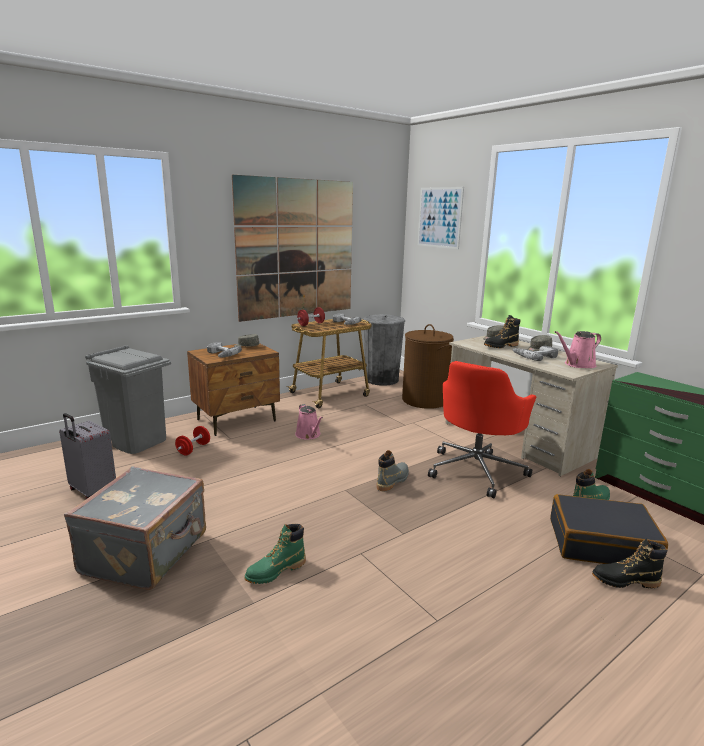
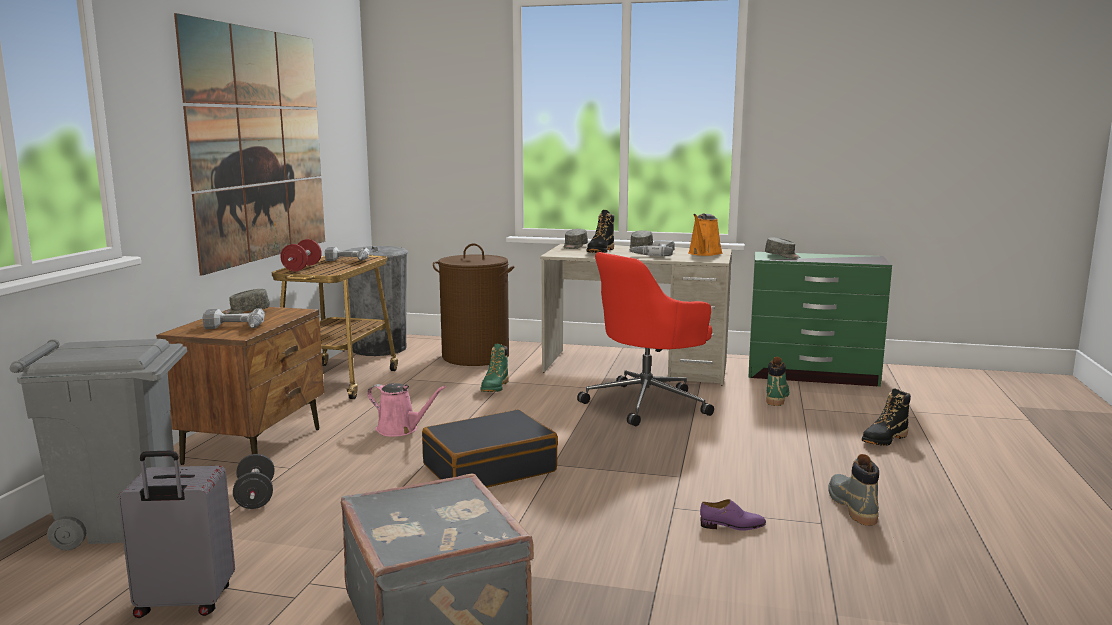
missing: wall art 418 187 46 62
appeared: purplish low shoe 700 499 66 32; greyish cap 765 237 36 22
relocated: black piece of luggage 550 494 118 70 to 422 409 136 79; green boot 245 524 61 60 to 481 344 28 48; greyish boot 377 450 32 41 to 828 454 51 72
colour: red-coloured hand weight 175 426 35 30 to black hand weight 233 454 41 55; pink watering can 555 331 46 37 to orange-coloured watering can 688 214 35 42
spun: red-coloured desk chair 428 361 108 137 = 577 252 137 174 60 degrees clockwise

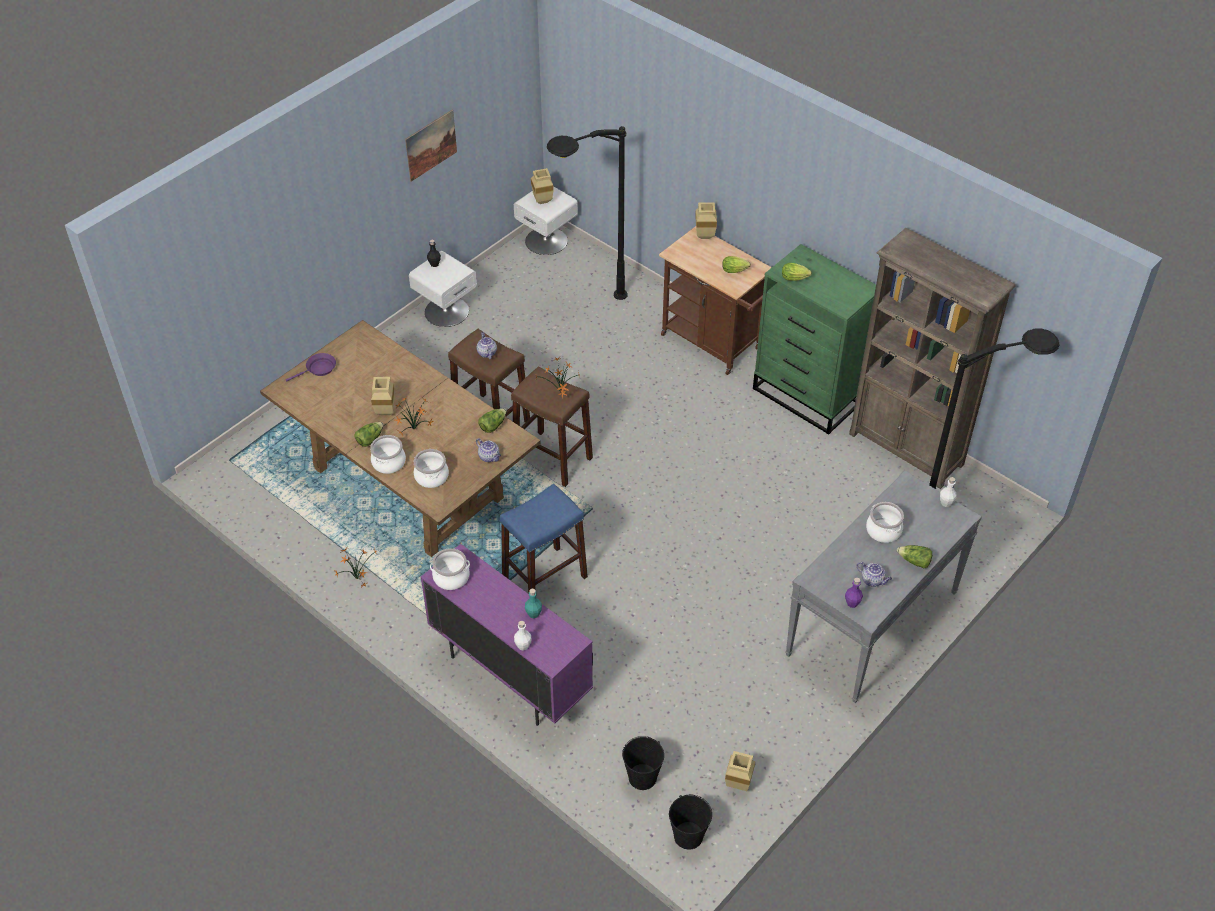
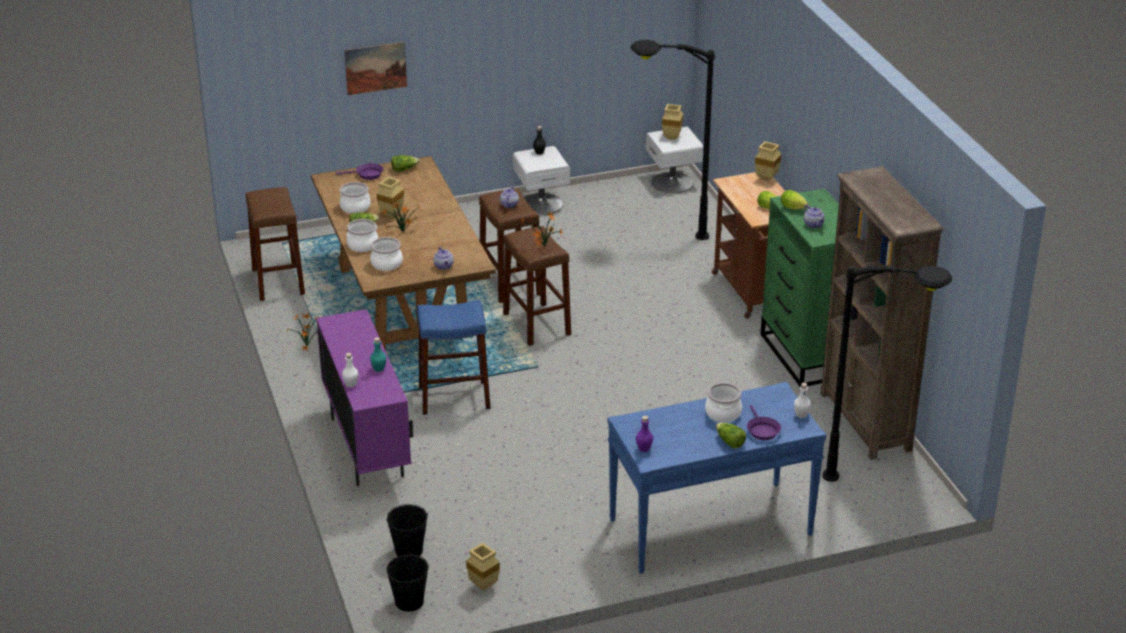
appeared: brown sitting stool 246 187 59 114; purplish frying pan 747 405 34 35
relocated: saucepot 430 548 40 42 to 340 182 31 32; wall art 405 110 52 72 to 344 42 63 53; head of lettuce 478 408 28 25 to 391 155 28 17; teapot 857 562 35 25 to 804 205 21 23
colour: greyish narrow table 786 470 196 233 to blue narrow table 608 382 218 192

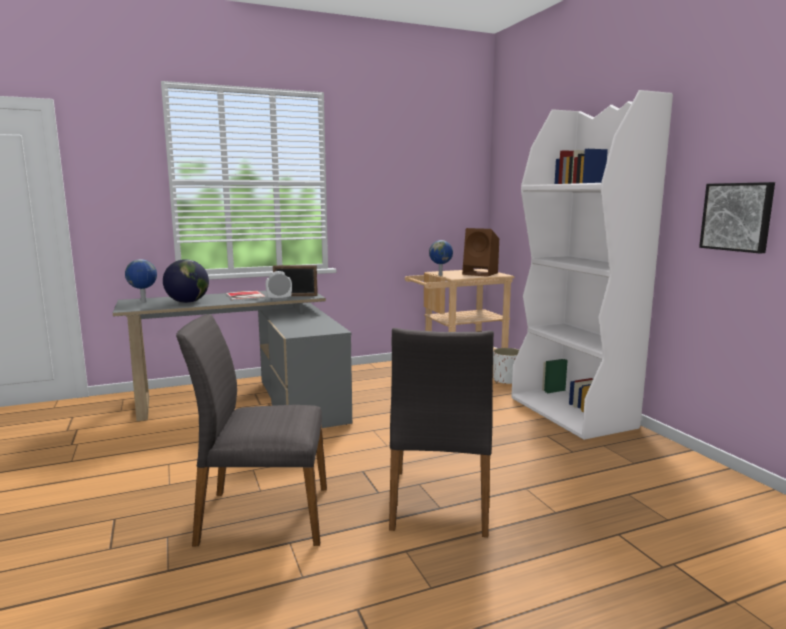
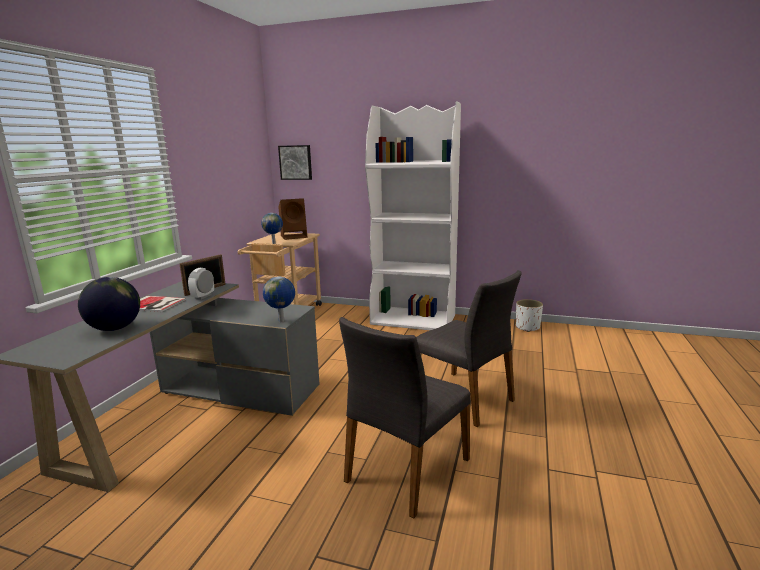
relocated: world globe 125 259 32 44 to 263 277 32 45; wall art 699 182 76 71 to 278 145 34 35; white-coloured plant pot 493 348 26 36 to 516 299 27 33

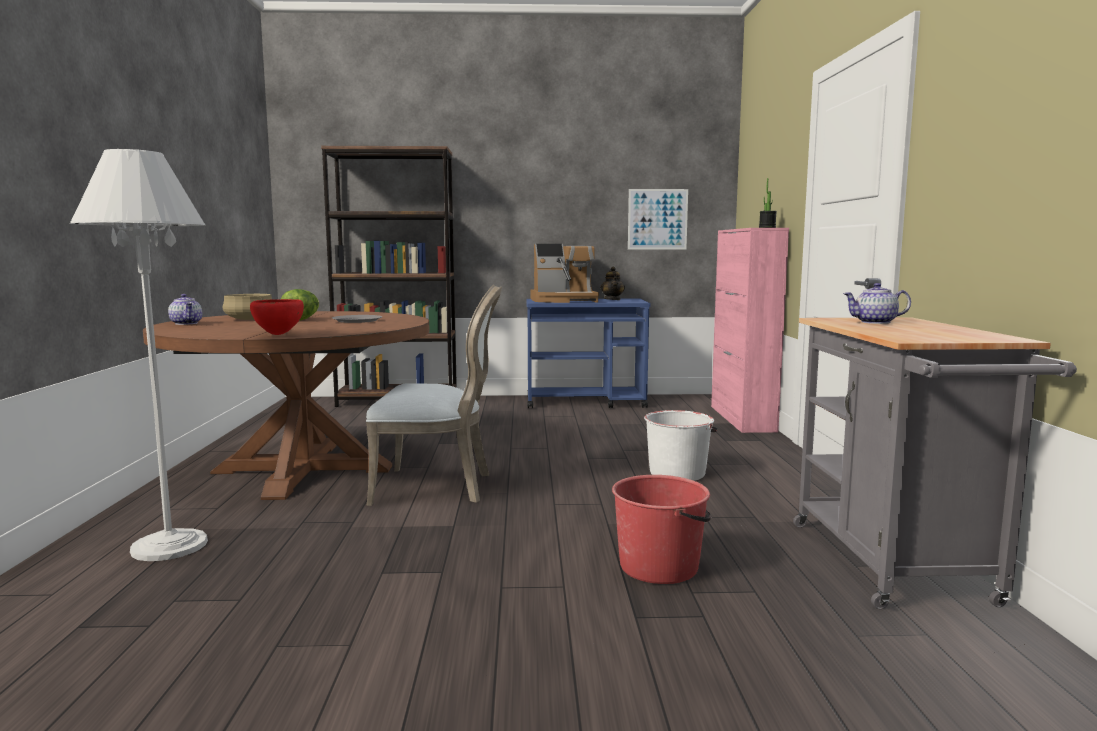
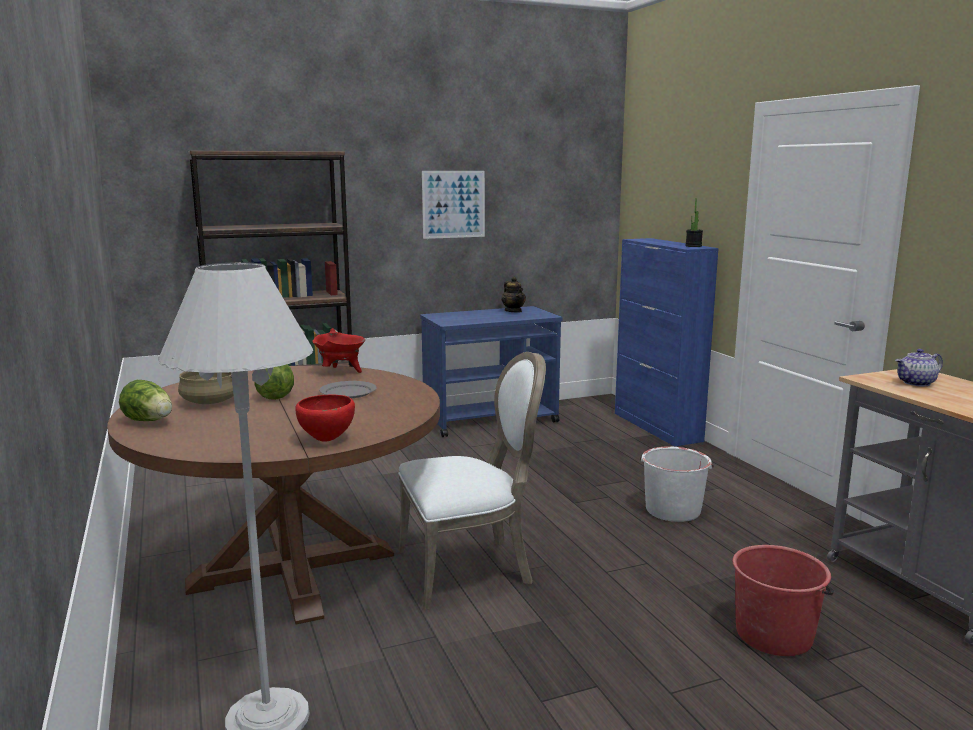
missing: coffee brewer 531 244 68 59
appeared: red-coloured saucepot 312 328 53 45
relocated: wall art 628 189 60 61 to 422 171 63 68
exchanged: teapot 168 294 34 31 to head of lettuce 119 380 53 41
colour: pink storage cabinet 711 228 78 205 to blue storage cabinet 615 238 104 209

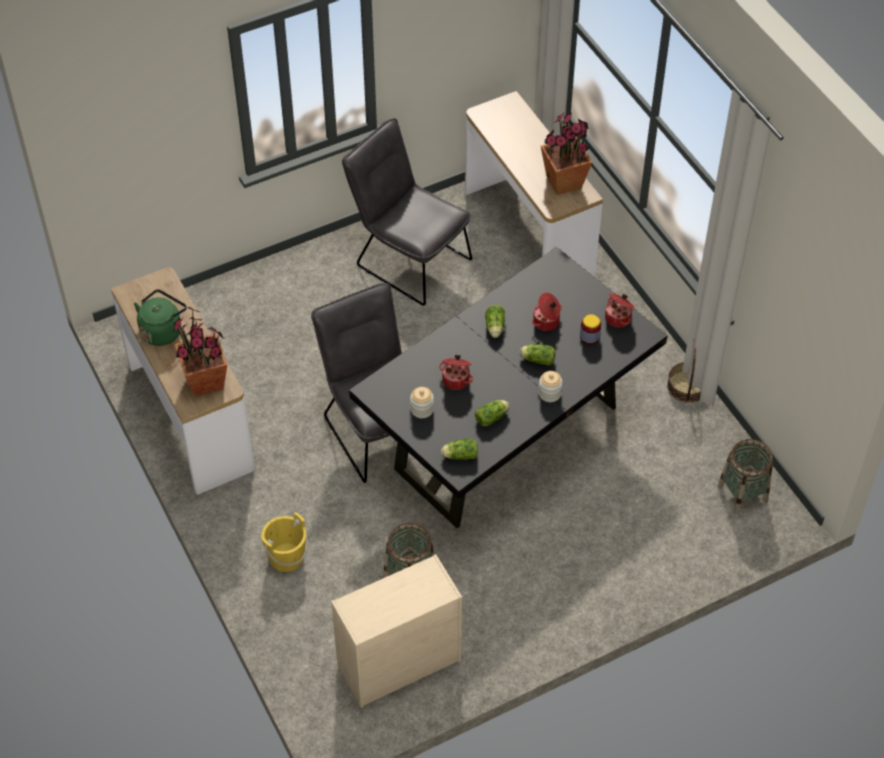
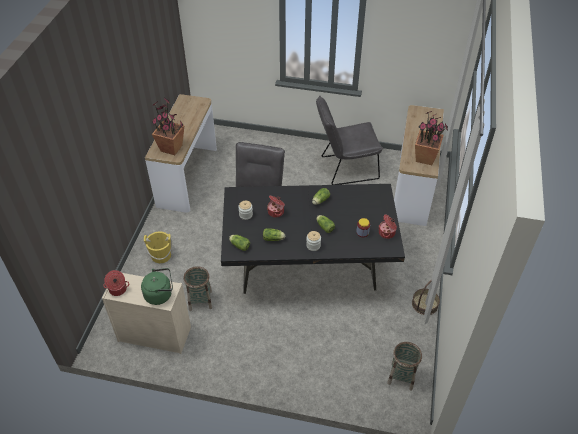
relocated: saucepot 532 292 30 39 to 103 270 26 26; green kettle 134 289 53 57 to 141 268 32 37
spun: greyish upright chair 342 118 130 188 = 316 96 67 89 90 degrees counterclockwise

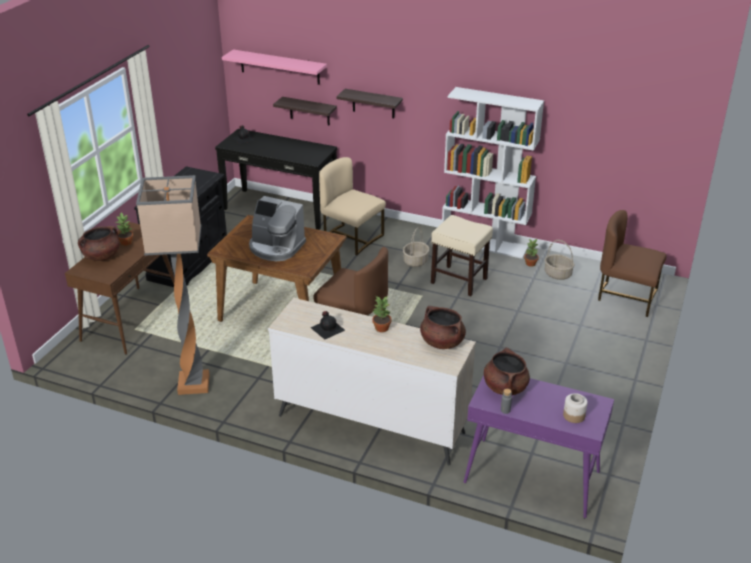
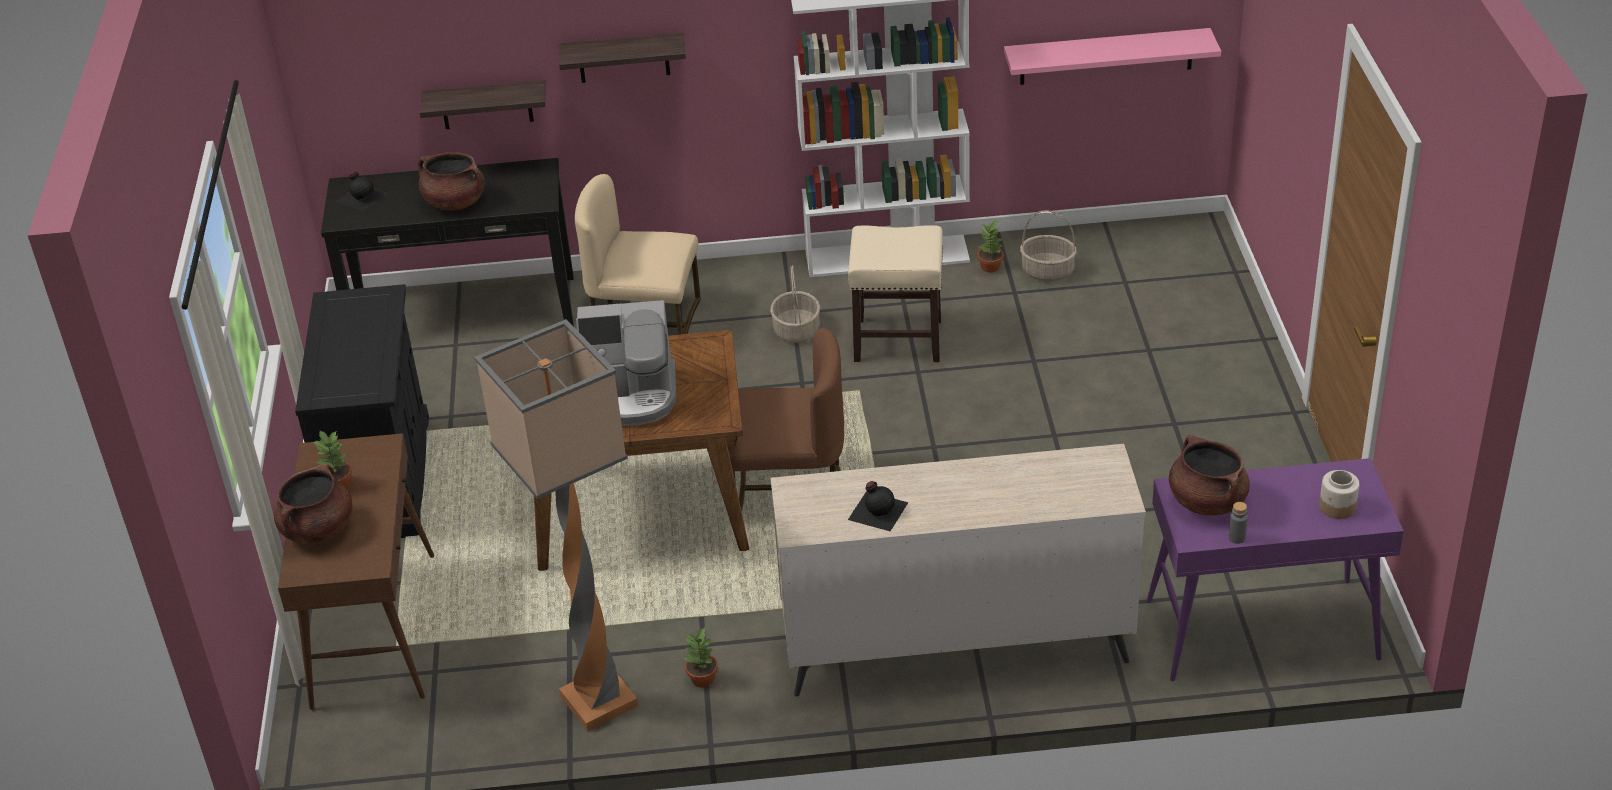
missing: brown upright chair 598 210 69 107
relocated: brown saucepot 420 306 46 43 to 418 152 67 59; houseplant 373 297 18 35 to 684 628 34 60; pink bracket shelf 222 50 105 35 to 1004 28 217 57

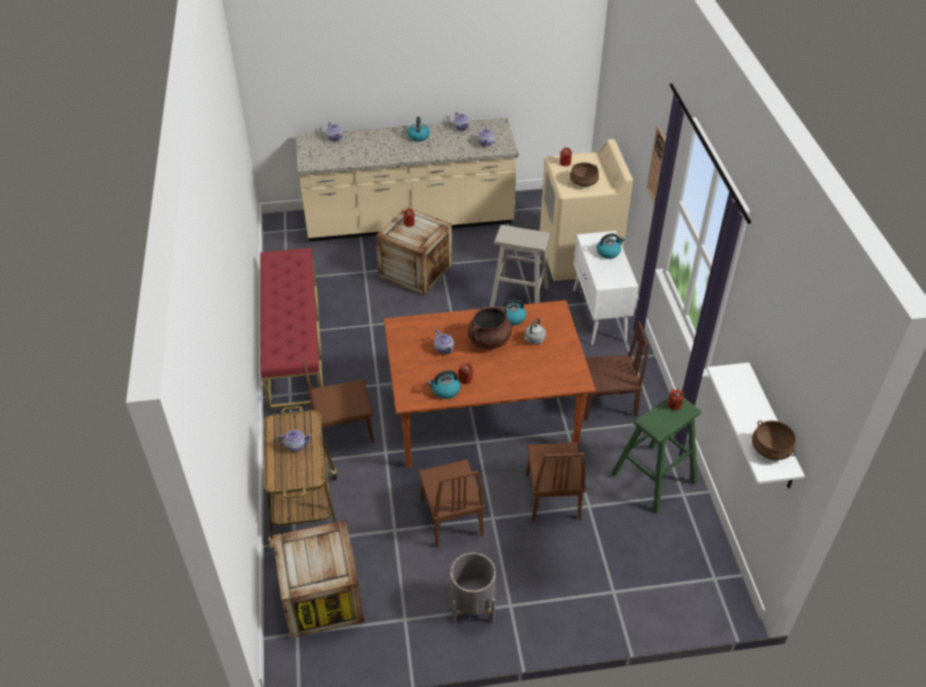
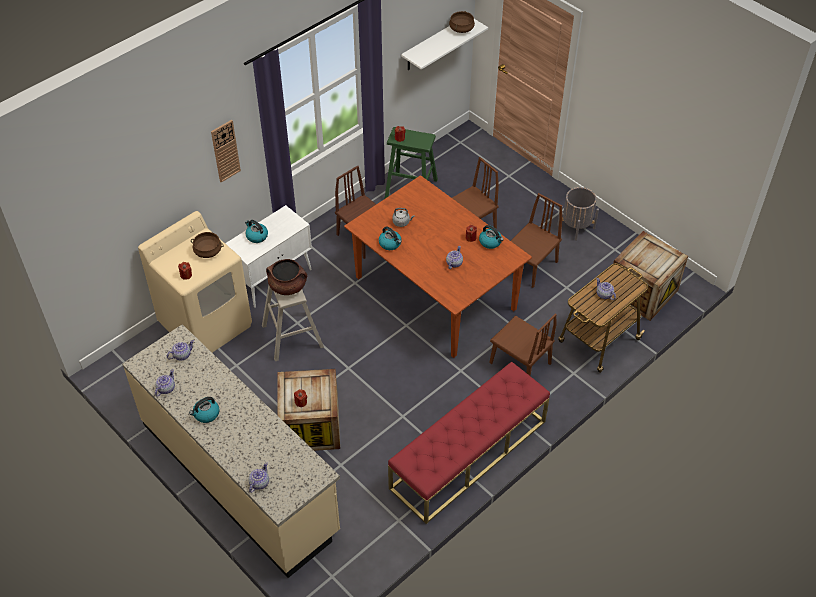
relocated: brown saucepot 468 306 44 43 to 266 259 41 36

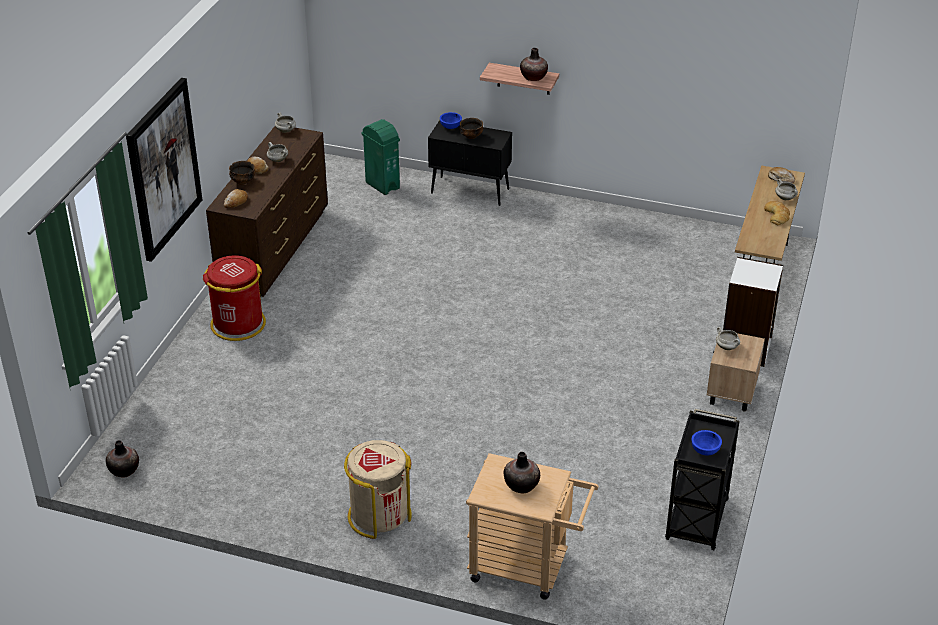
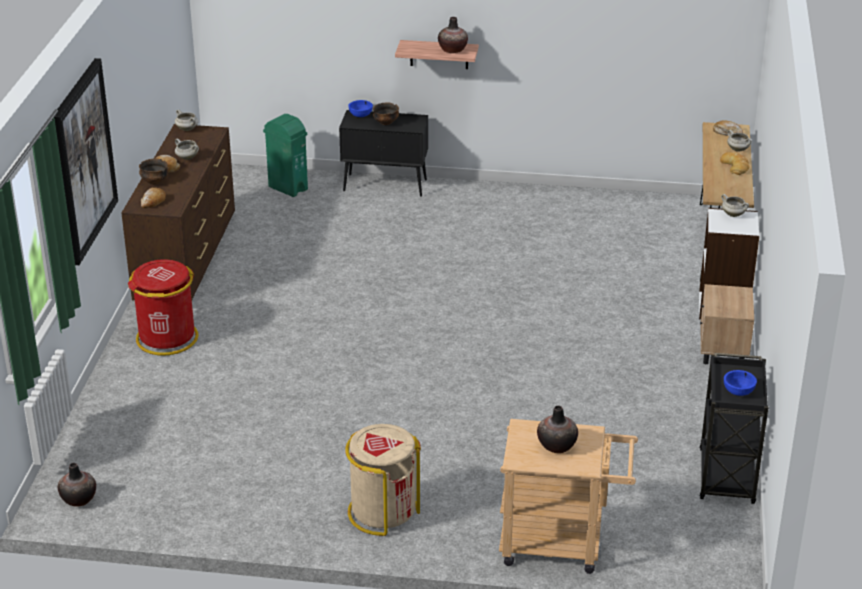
relocated: white-coloured saucepot 716 327 24 23 to 721 194 28 23

